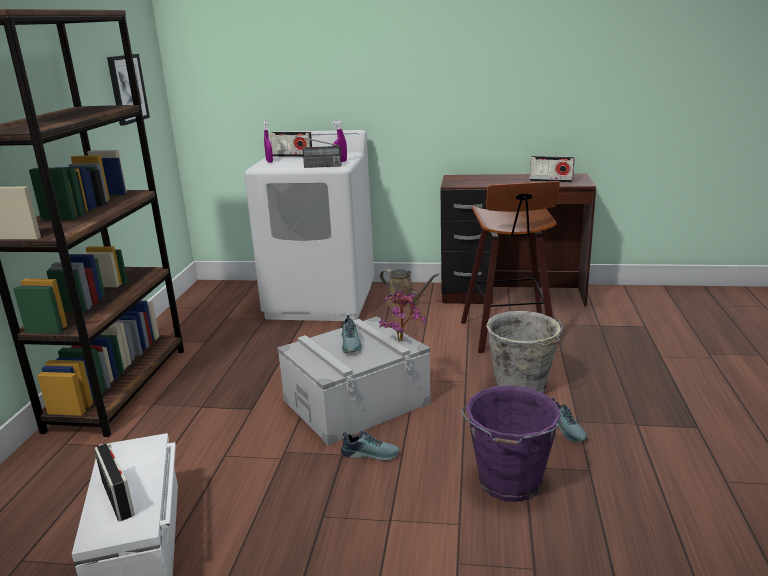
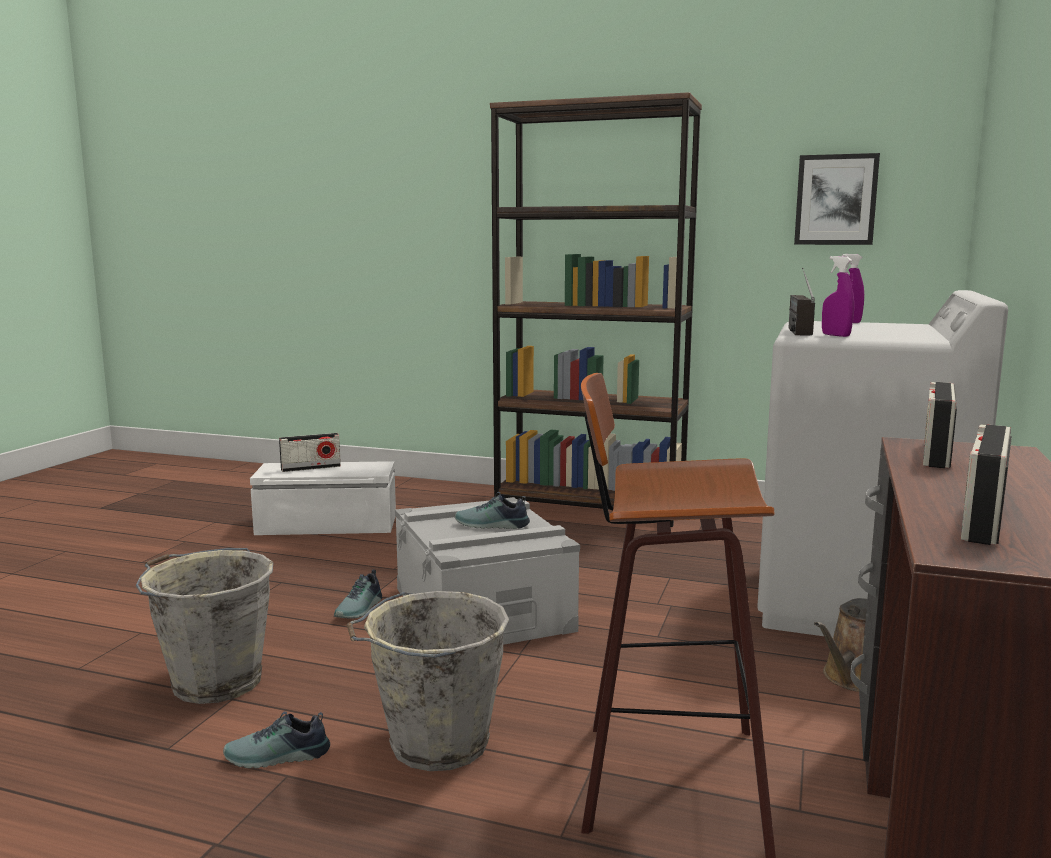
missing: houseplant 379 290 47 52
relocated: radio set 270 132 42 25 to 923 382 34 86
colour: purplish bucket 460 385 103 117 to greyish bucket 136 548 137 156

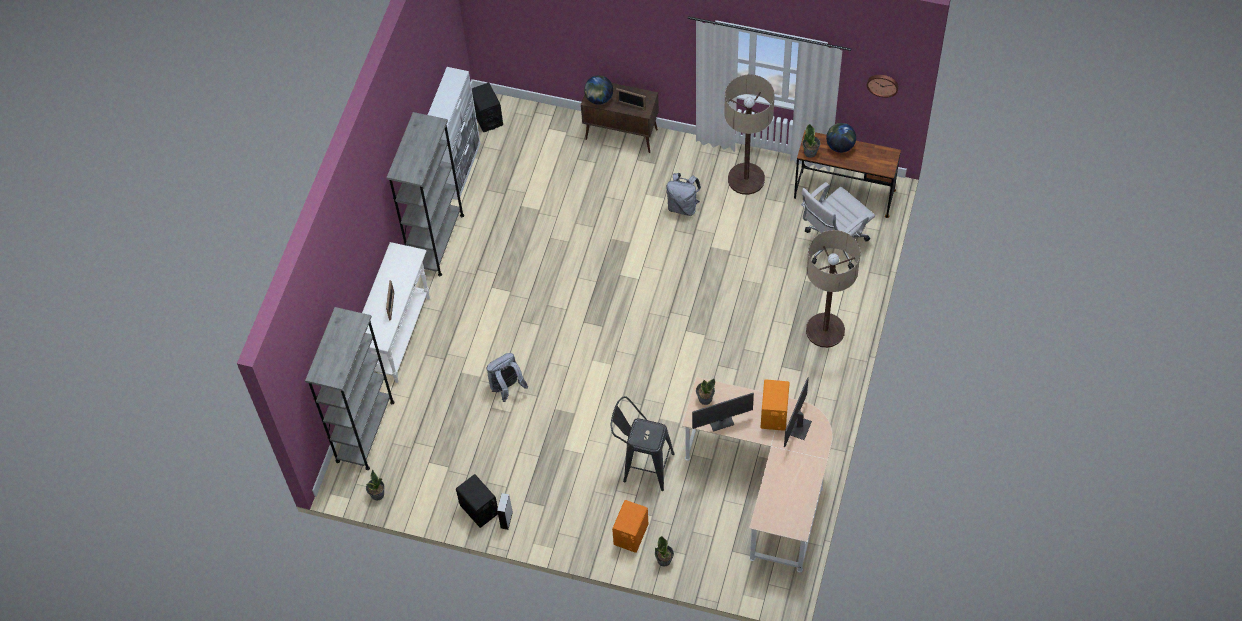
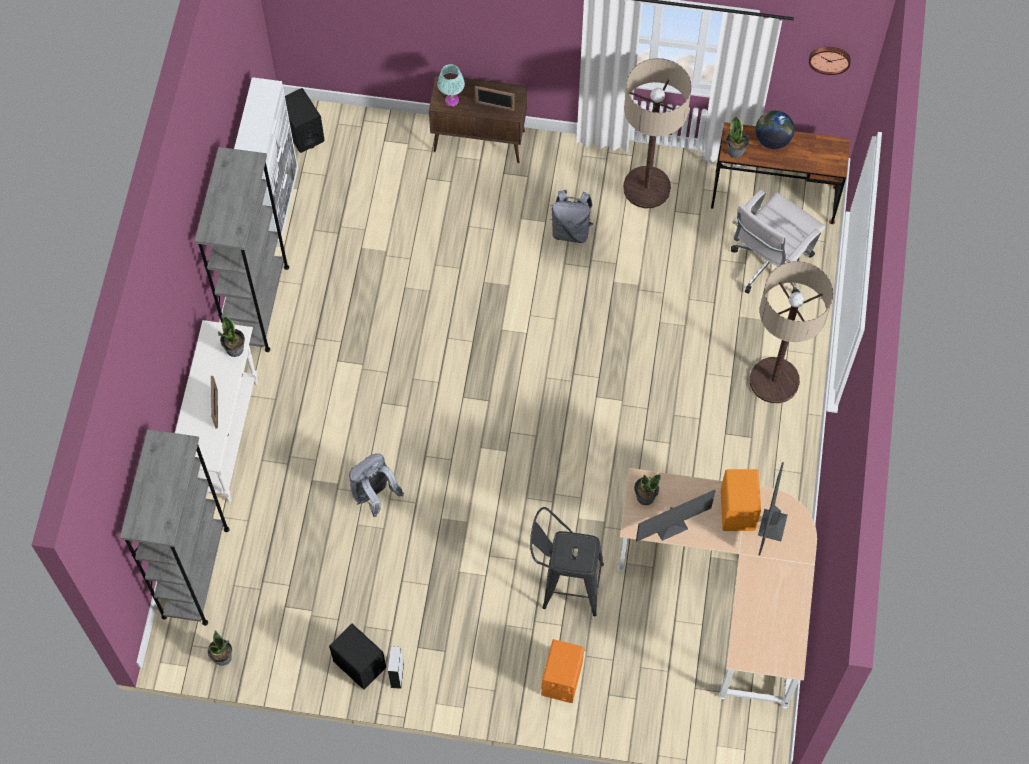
relocated: houseplant 655 536 19 31 to 218 316 27 41
exchanged: world globe 584 75 29 30 to turquoise-coloured lamp for a table 437 64 28 42

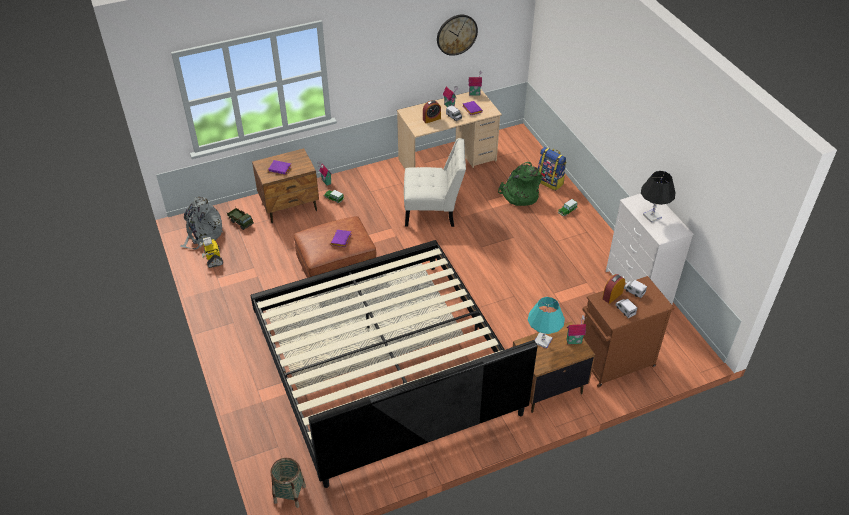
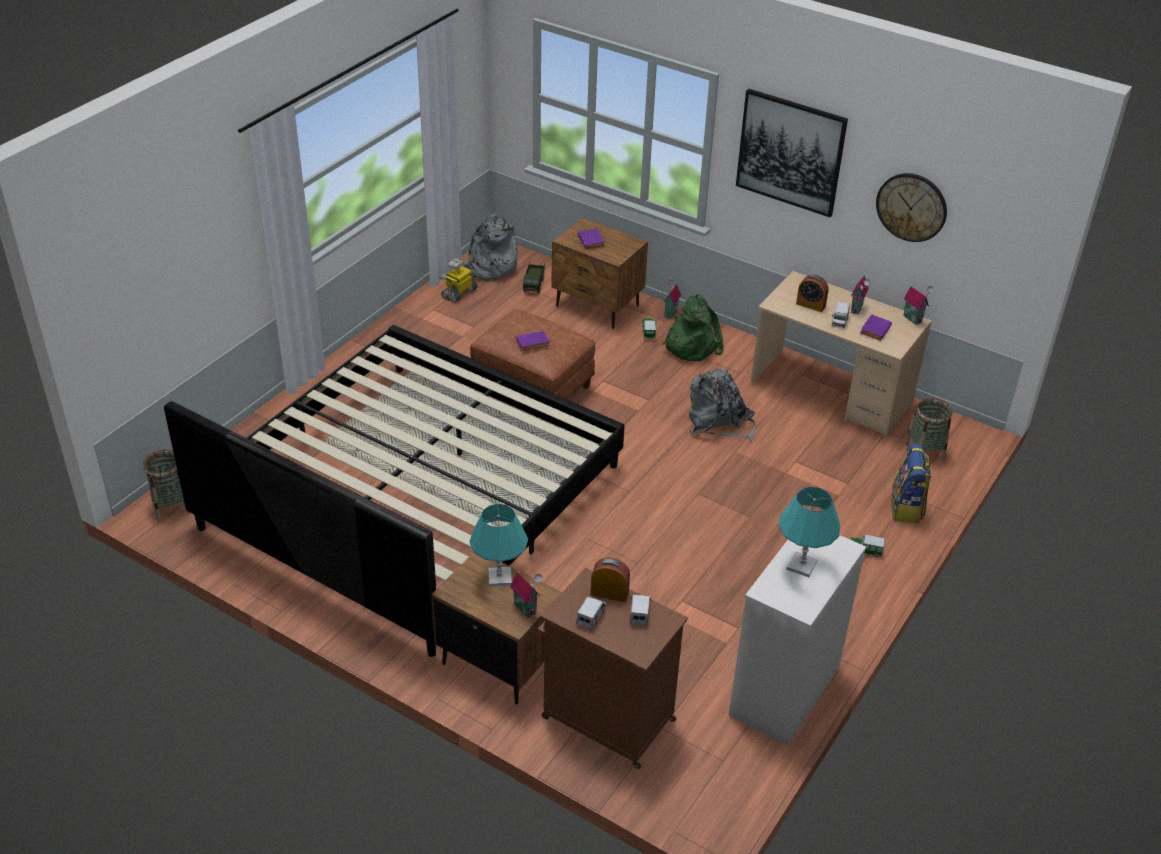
appeared: wall art 736 89 112 128; storage basket 904 398 48 63
relocated: green rucksack 498 162 44 44 to 663 295 61 66
exchanged: white-coloured upright chair 404 138 62 89 to greyish rucksack 689 369 66 71
colour: black lamp for a table 641 171 34 52 to turquoise-coloured lamp for a table 779 487 61 90

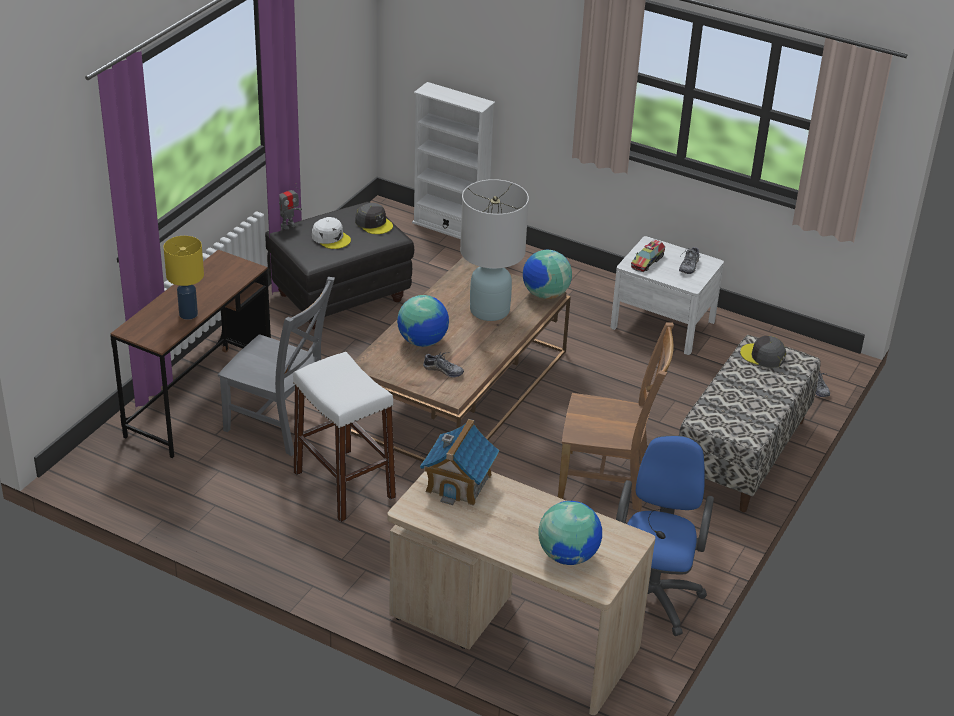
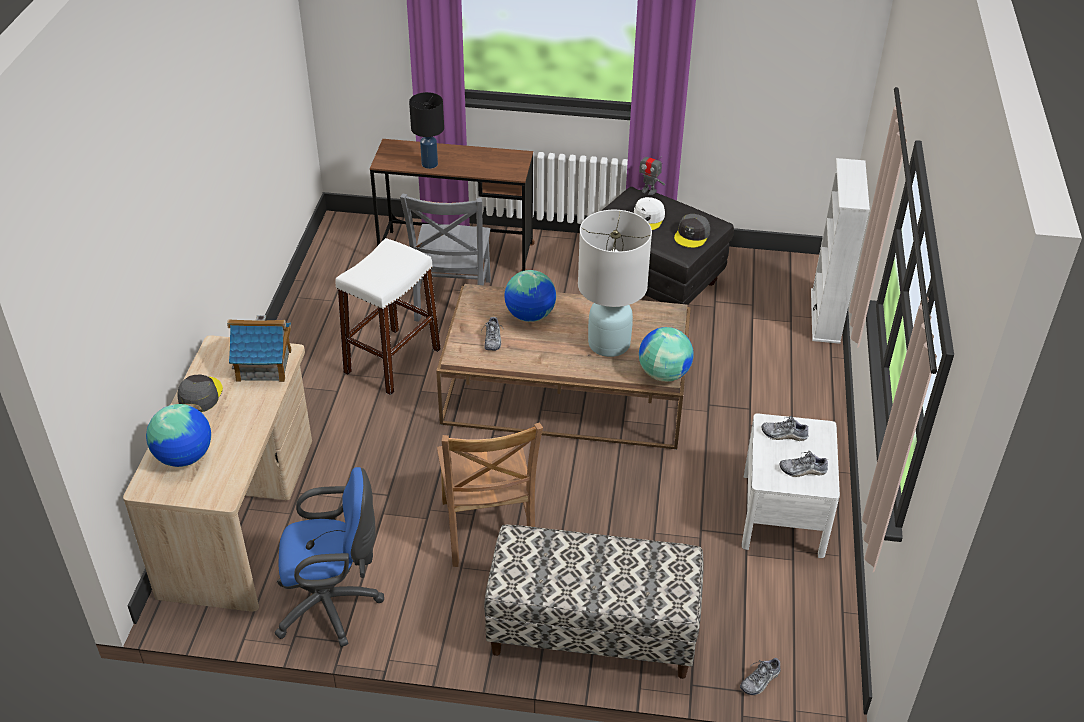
relocated: greyish cap 740 336 46 32 to 177 375 46 37
exchanged: toy truck 631 239 34 33 to low shoe 762 416 47 25
colour: yellow lamp for a table 164 236 40 84 to black lamp for a table 409 92 35 77

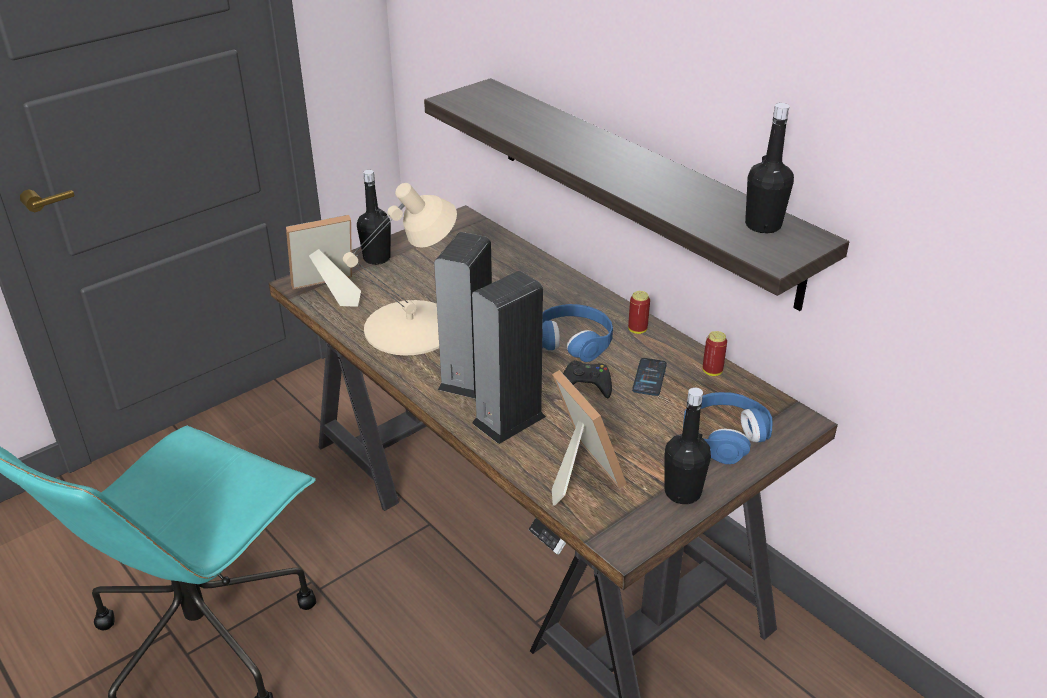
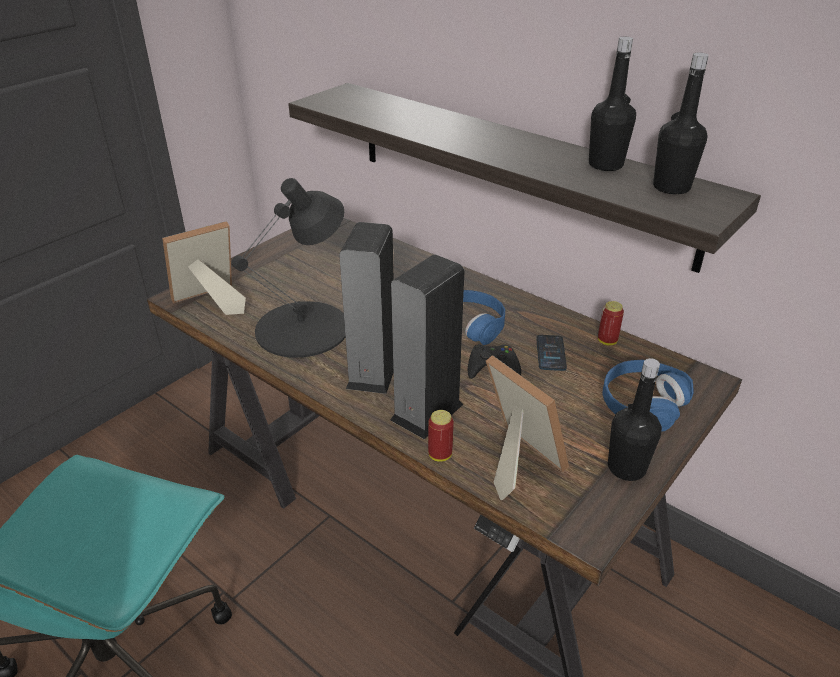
relocated: can 628 291 22 43 to 428 410 26 52; black bottle 357 170 34 95 to 589 37 47 134
colour: sand-coloured lamp for a table 343 183 114 173 to black lamp for a table 231 178 114 180

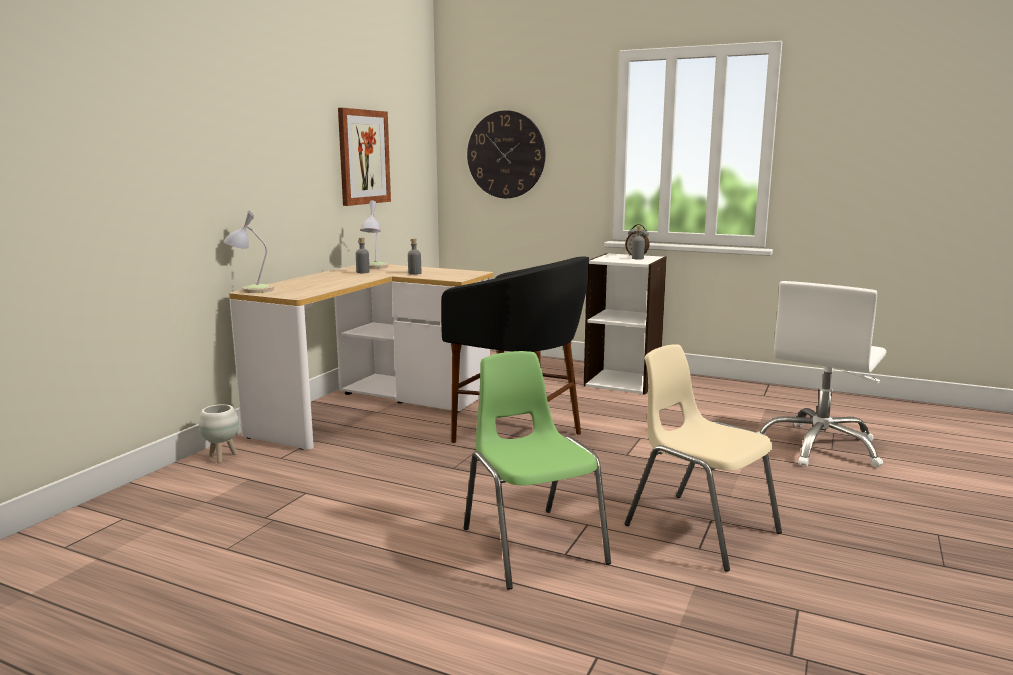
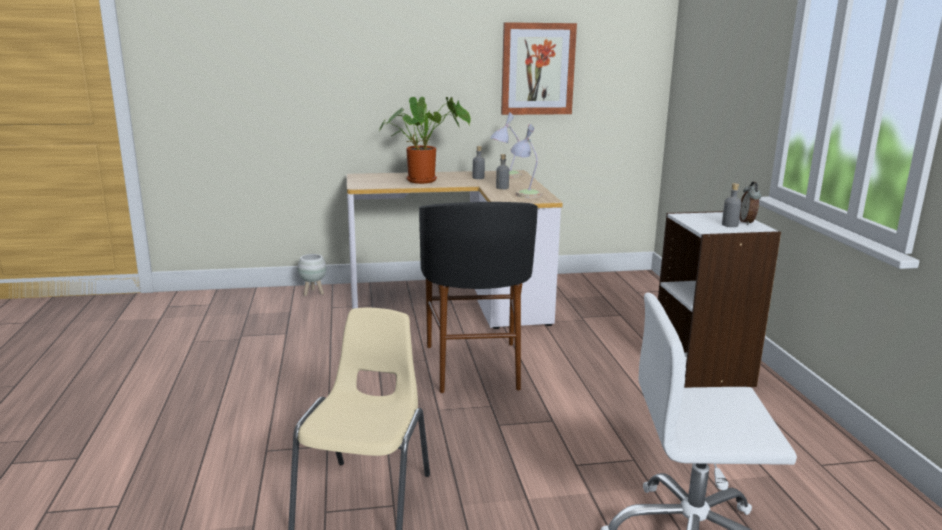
missing: green upright chair 464 351 147 239; wall clock 467 110 78 88
appeared: houseplant 379 97 92 87
relocated: lamp for a table 223 210 51 83 to 510 124 32 74

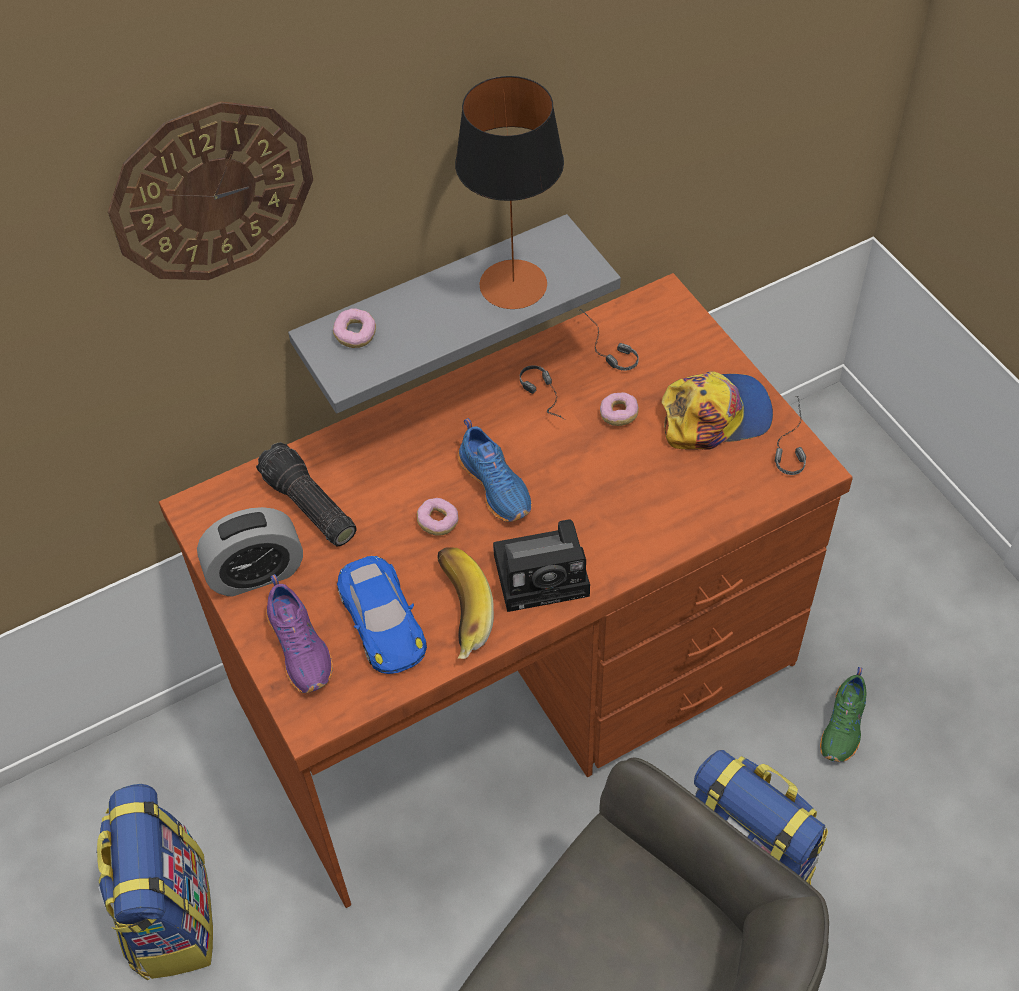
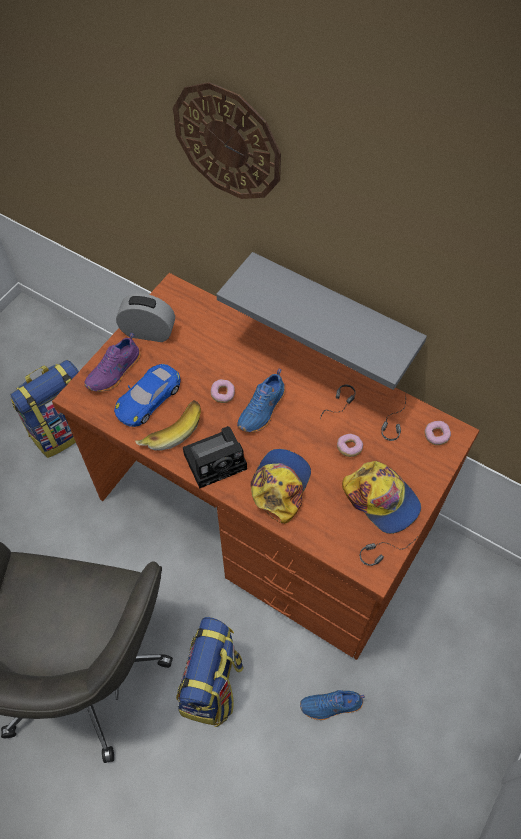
missing: hand torch 256 442 101 104; lamp for a table 455 76 109 233
appeared: cap 251 449 60 75
relocated: ring doughnut 333 308 43 40 to 425 421 26 24
colour: green low shoe 820 667 46 95 to blue low shoe 300 690 65 30
spun: table clock 197 507 106 90 = 116 293 59 49 150 degrees clockwise; photo camera 493 519 97 93 = 183 426 64 62 75 degrees counterclockwise

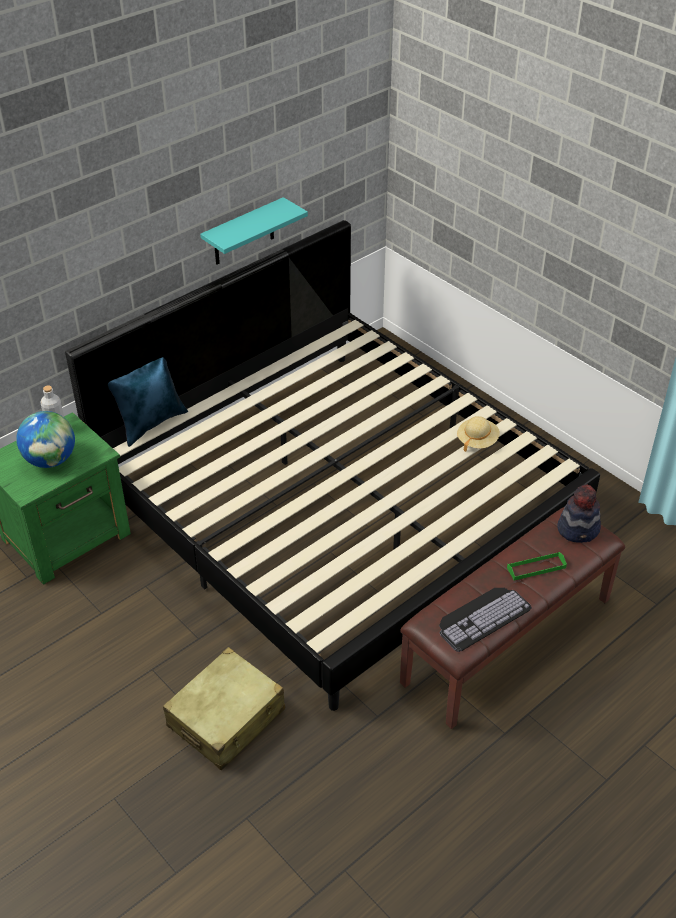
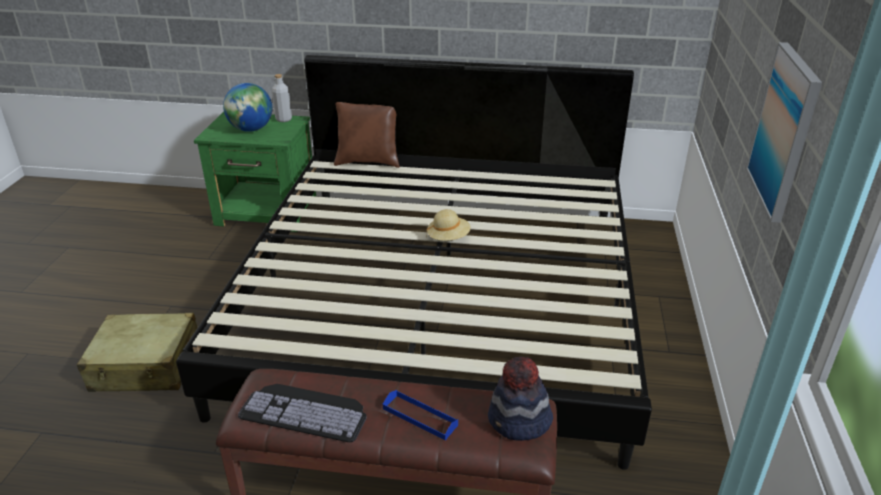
missing: turquoise-coloured bracket shelf 200 197 108 68
appeared: wall art 746 42 76 181
relocated: sand-coloured wearable hat 457 416 43 36 to 427 209 44 32
colour: blue cushion 108 358 80 89 to brown cushion 334 102 66 66; green carrying tray 507 552 60 28 to blue carrying tray 383 390 75 50

